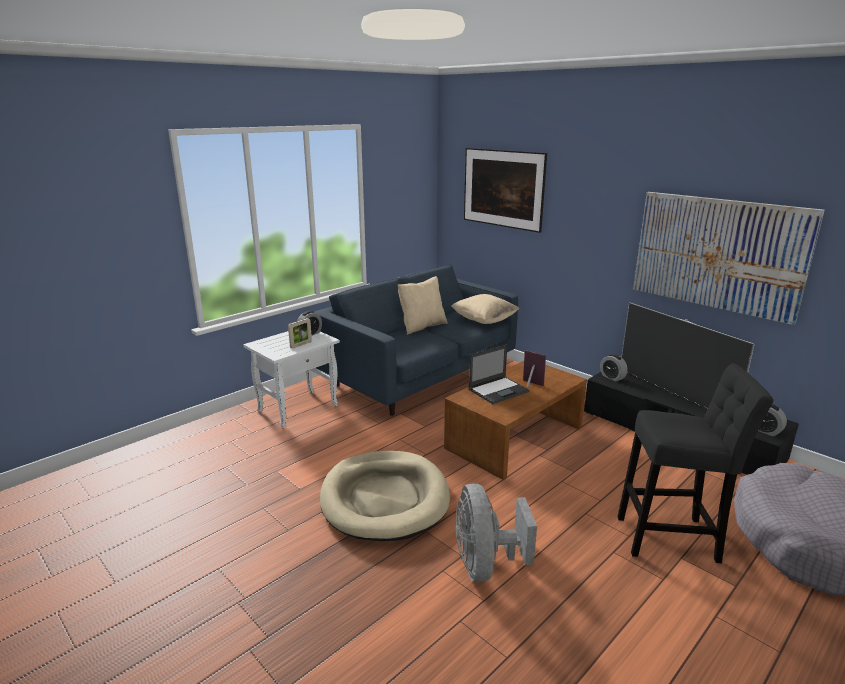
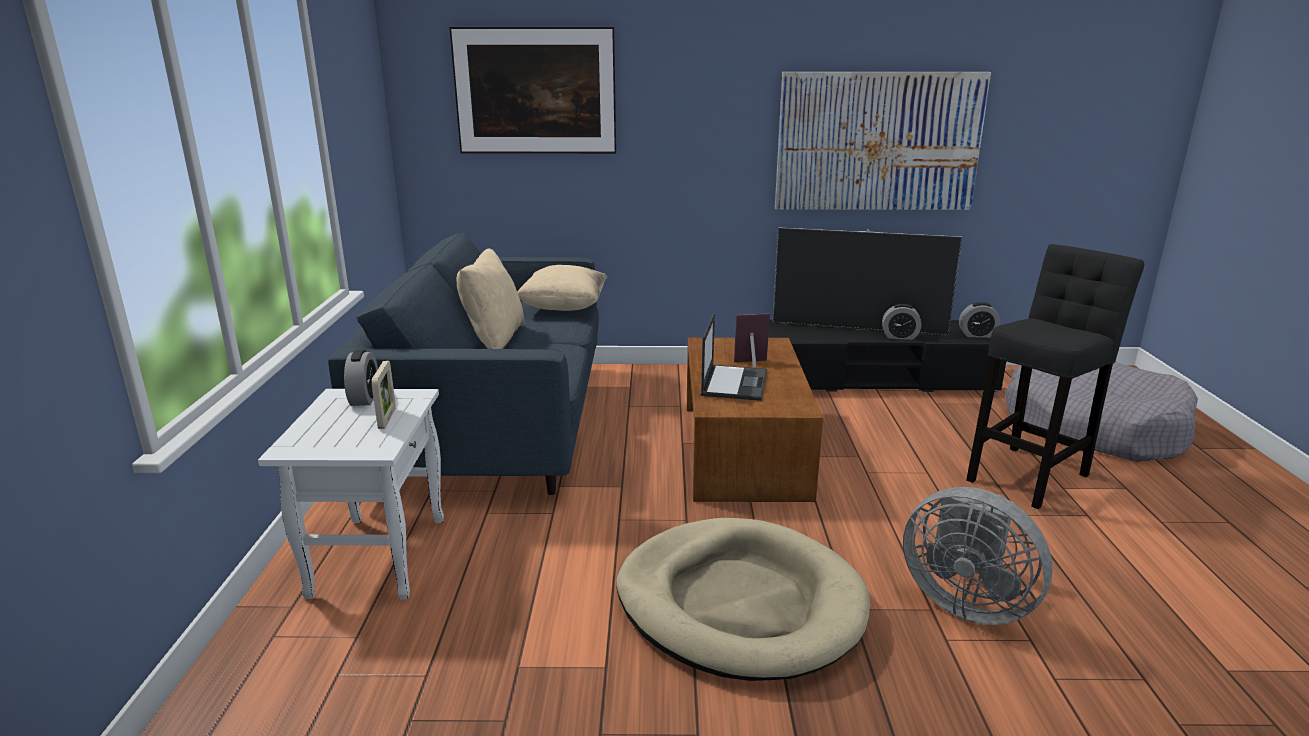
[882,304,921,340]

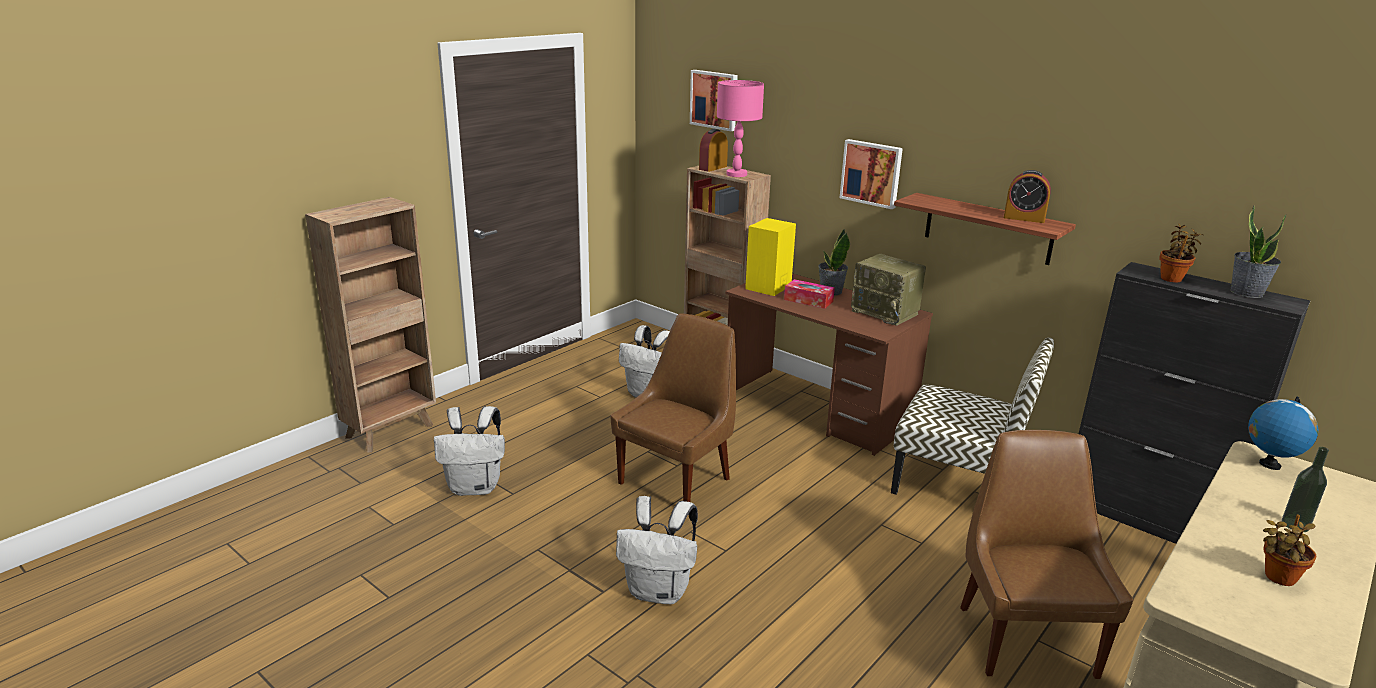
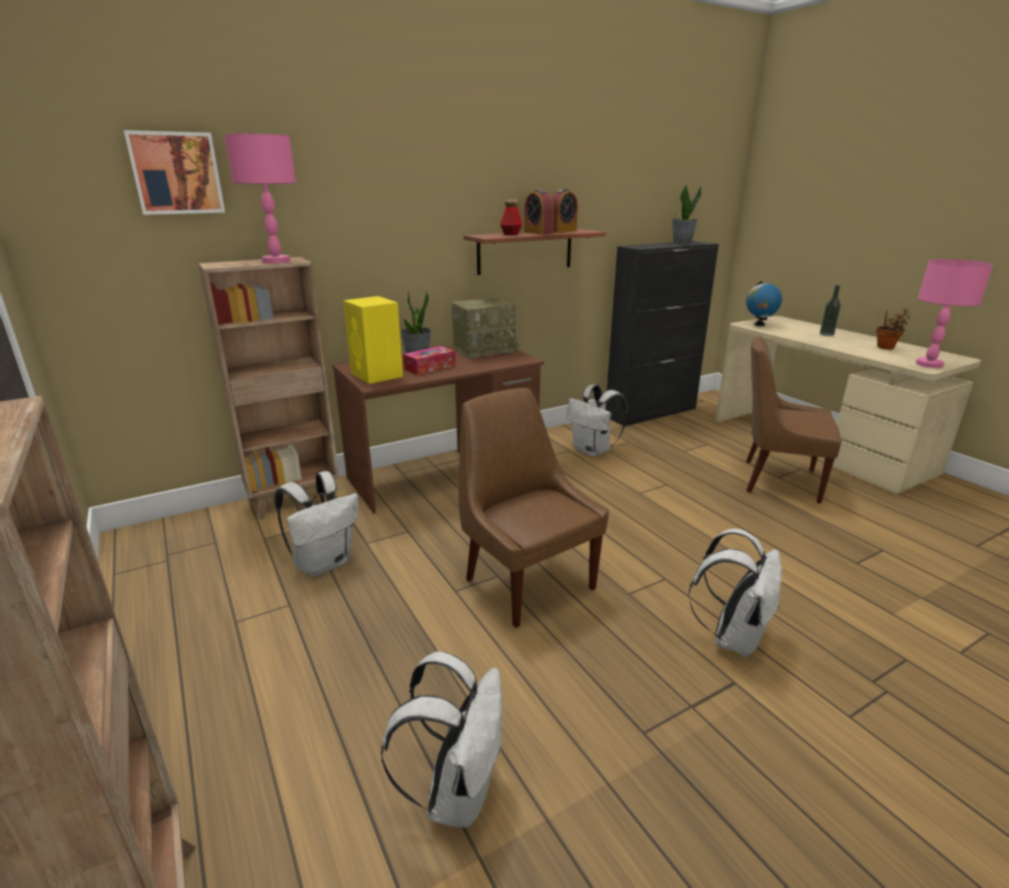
[500,199,523,235]
[524,189,554,235]
[567,384,627,457]
[916,259,993,368]
[840,139,903,209] (first image)
[1159,223,1203,282] (first image)

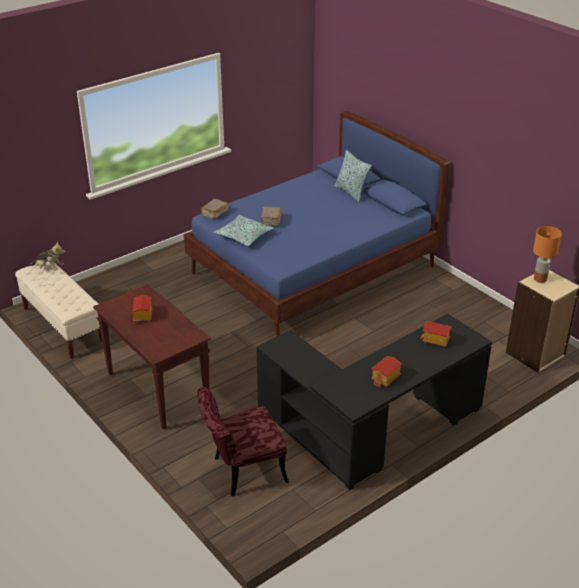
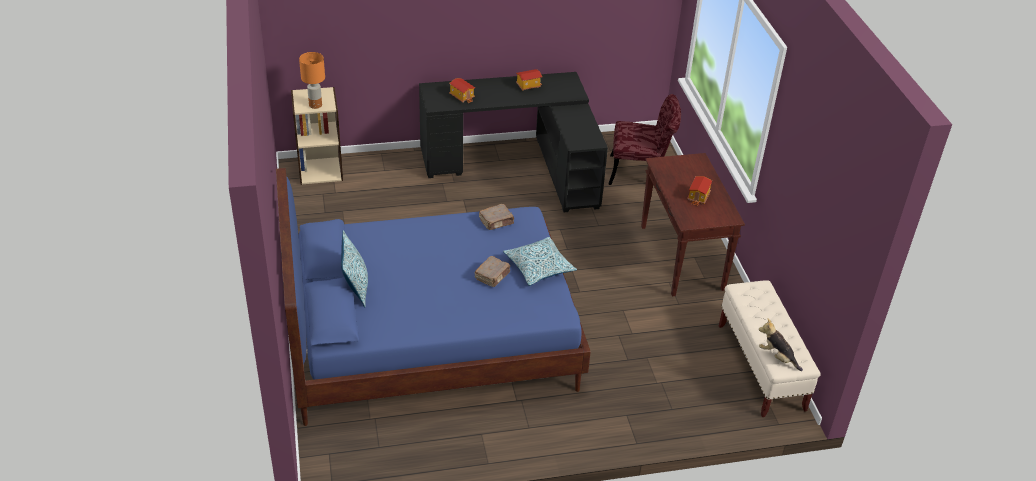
[479,204,515,230]

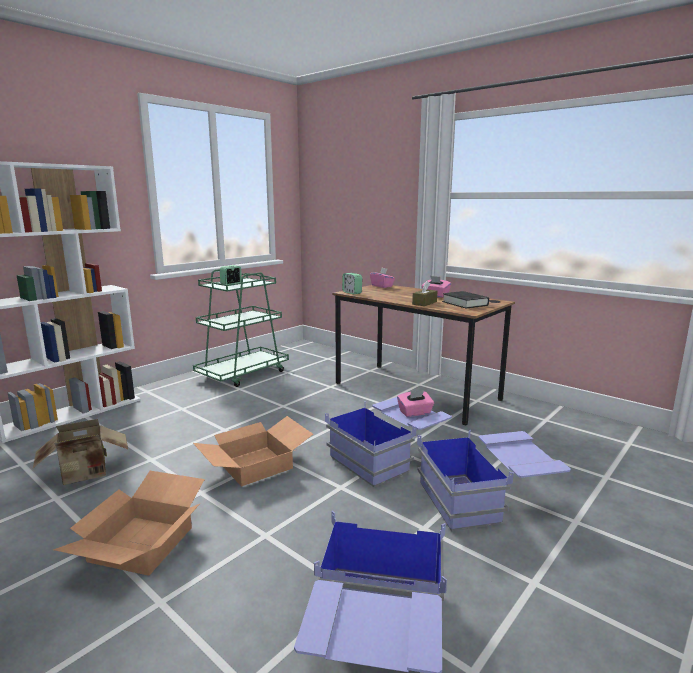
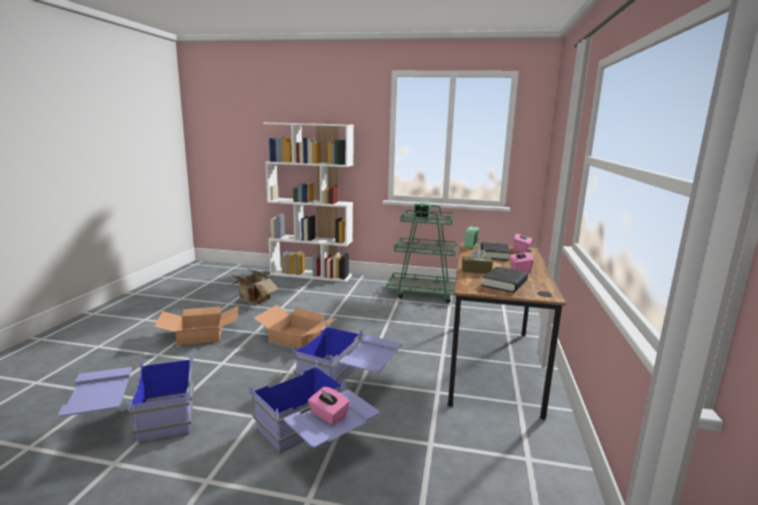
[308,387,350,425]
[480,242,510,260]

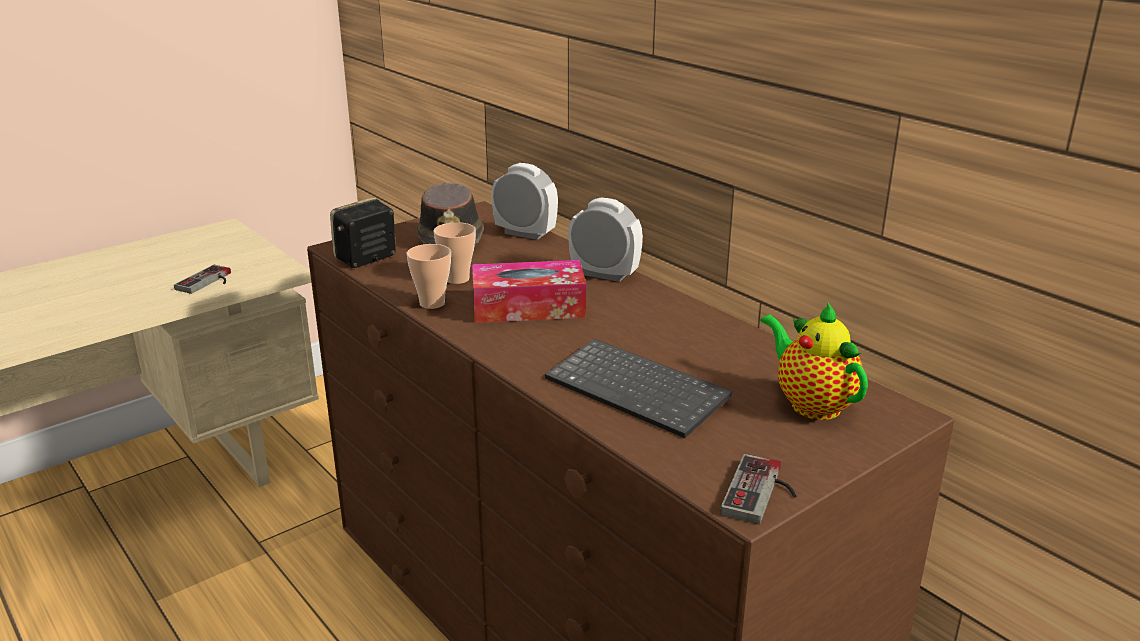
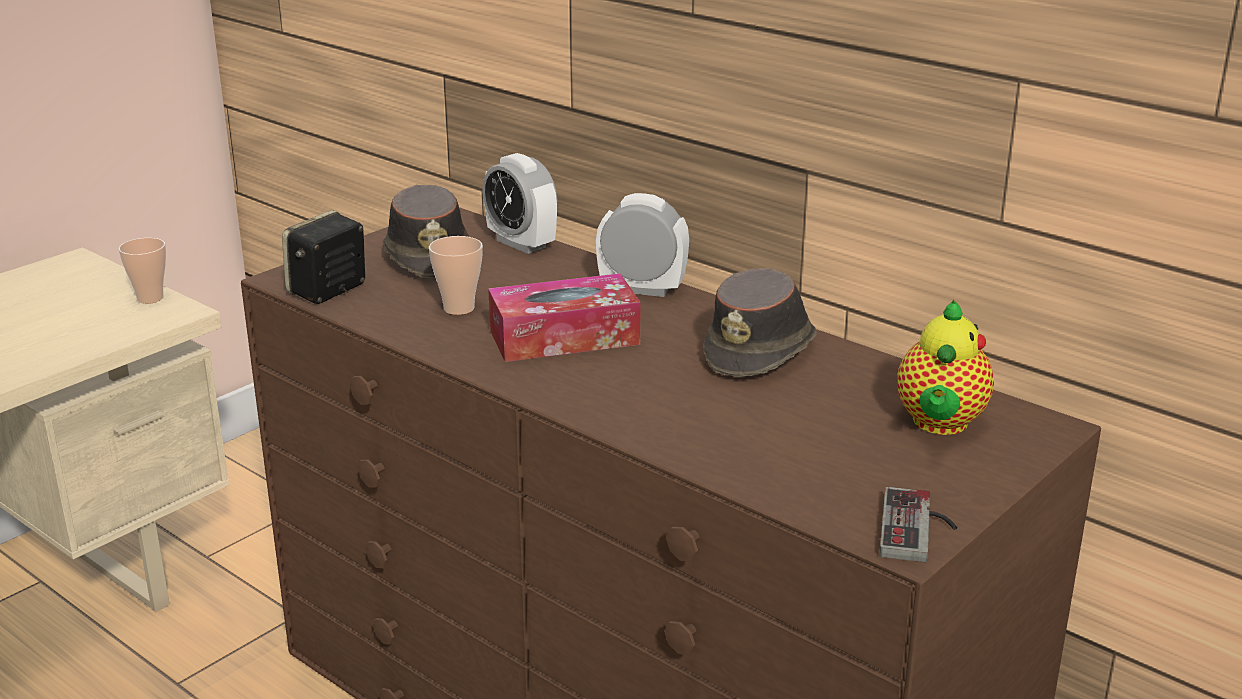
[118,238,166,304]
[482,153,557,254]
[703,268,817,377]
[897,300,994,435]
[174,265,231,294] (first image)
[545,339,732,438] (first image)

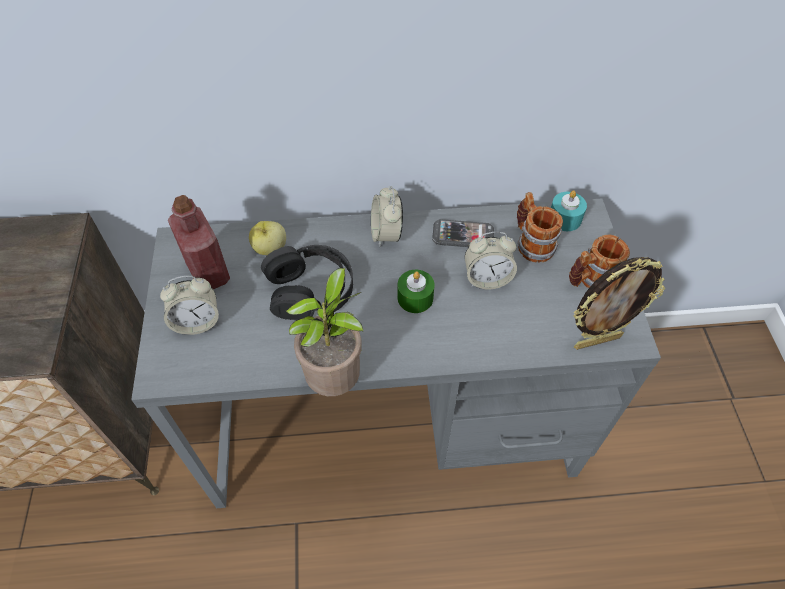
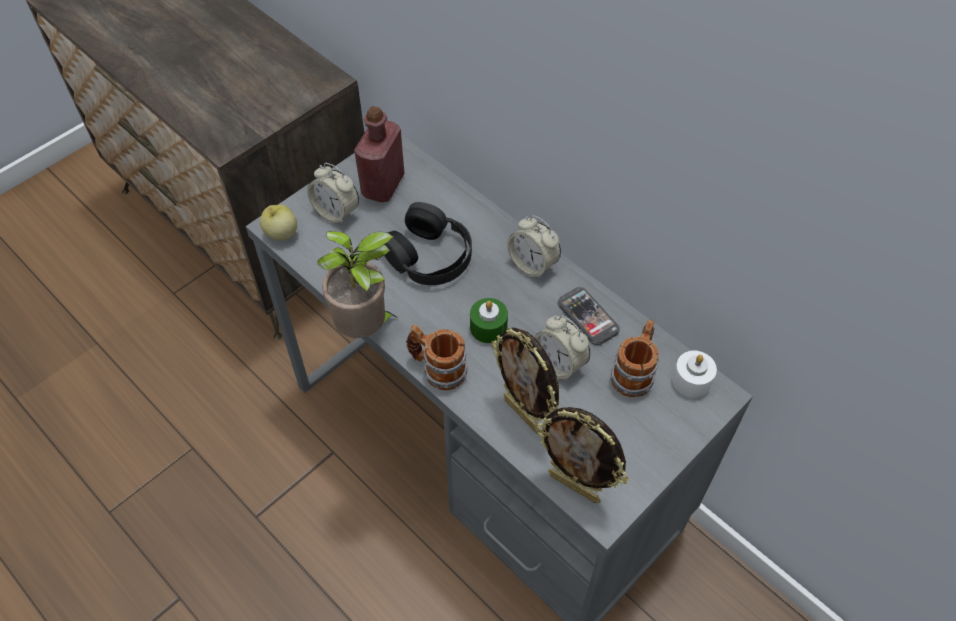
[260,205,297,241]
[406,325,467,390]
[491,327,559,434]
[507,215,561,279]
[672,351,717,398]

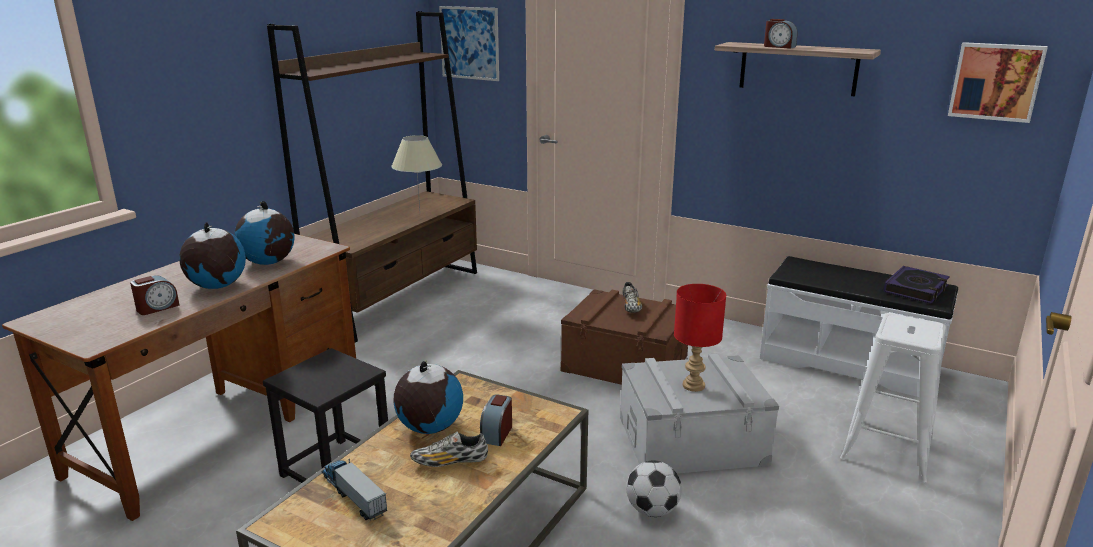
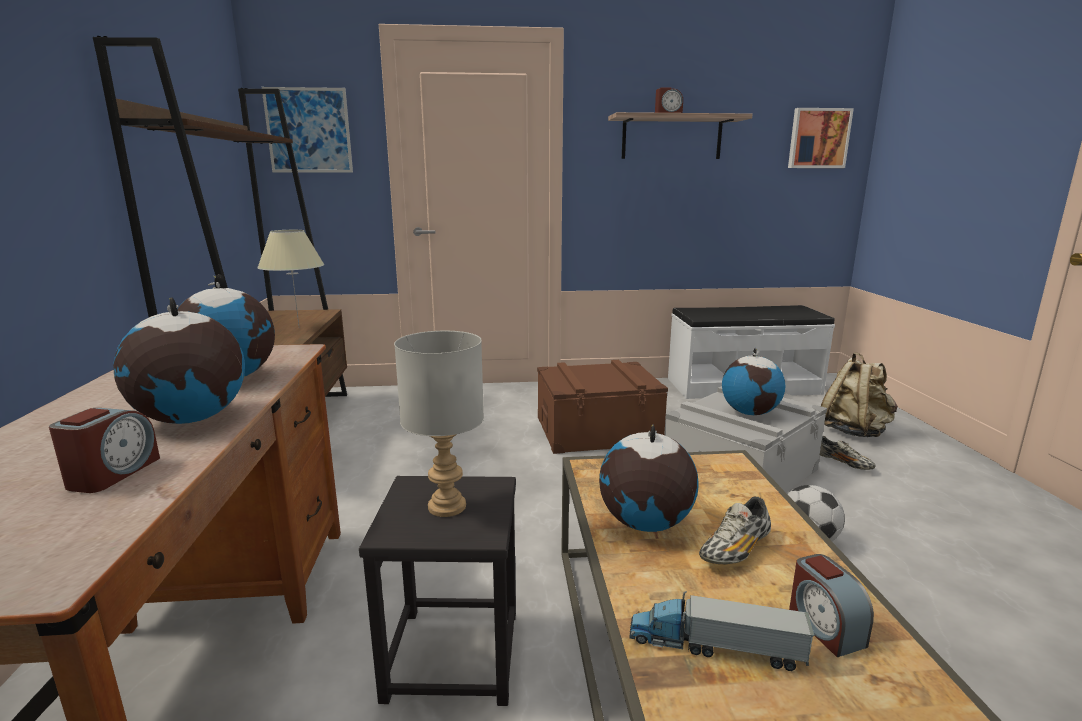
[394,331,484,517]
[722,347,785,415]
[789,554,874,657]
[820,436,876,470]
[821,352,897,437]
[883,266,950,304] (first image)

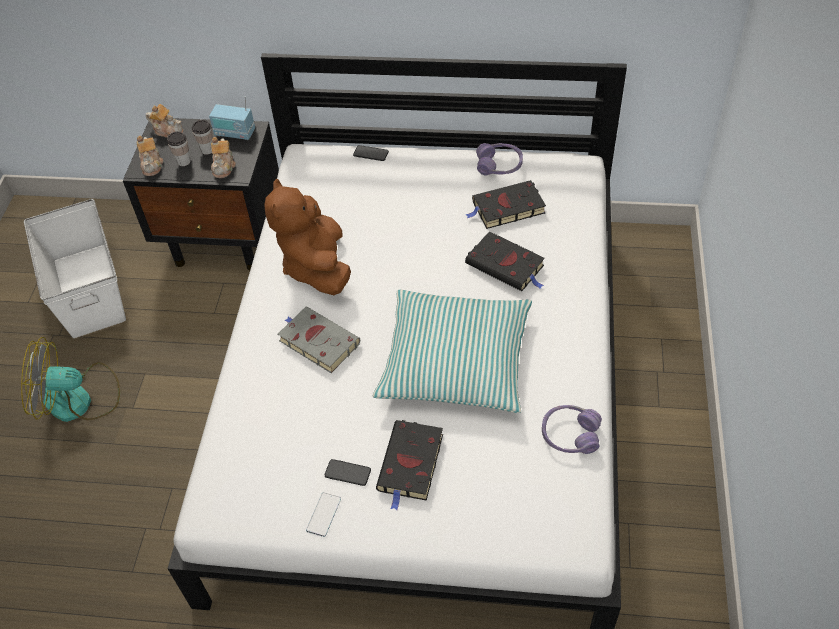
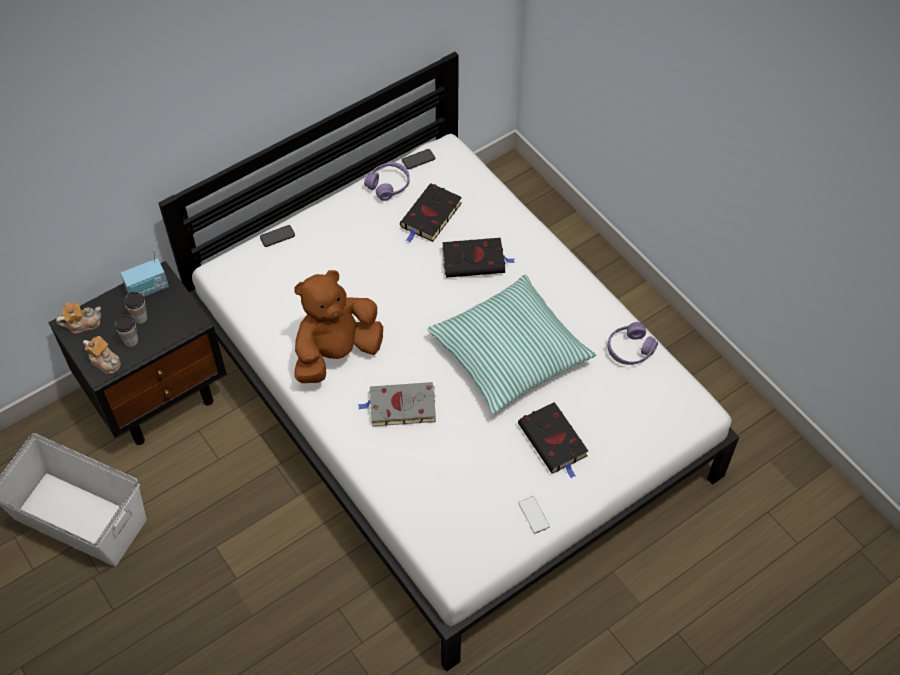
[294,270,383,383]
[402,149,435,169]
[21,337,120,422] (first image)
[211,137,236,178] (first image)

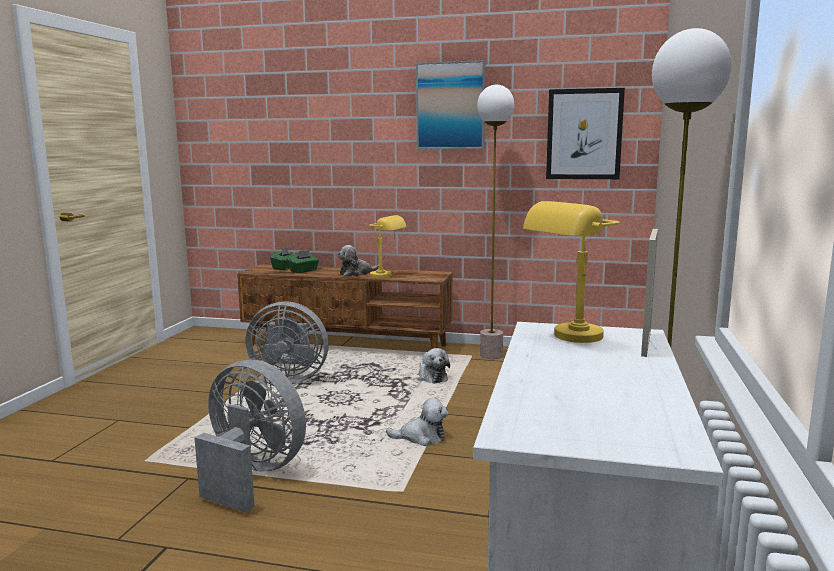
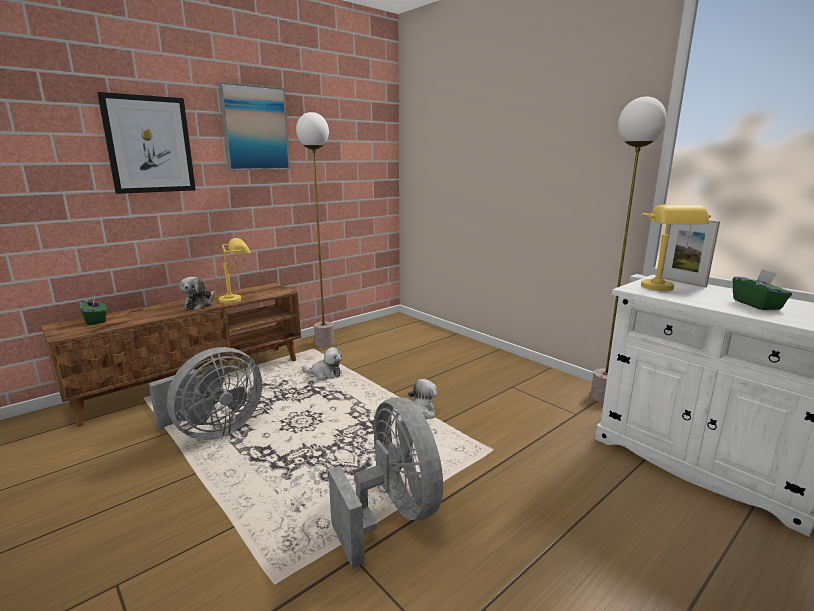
[97,92,196,194]
[328,397,443,569]
[733,269,792,310]

